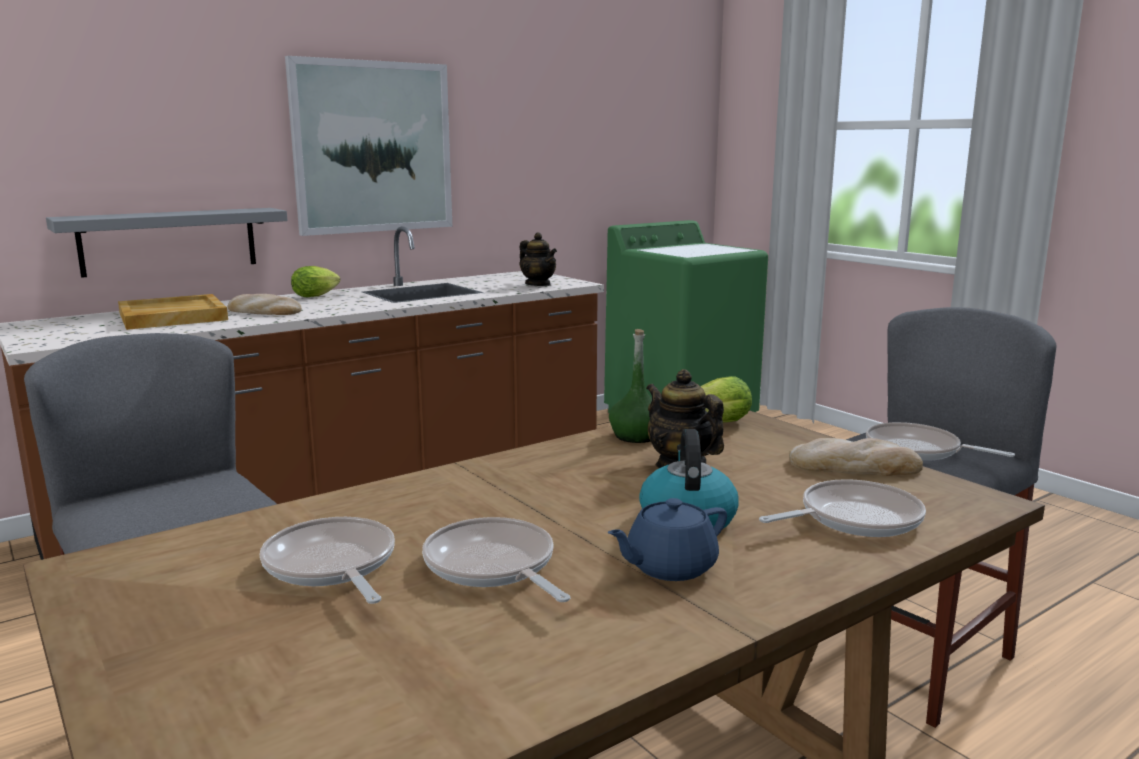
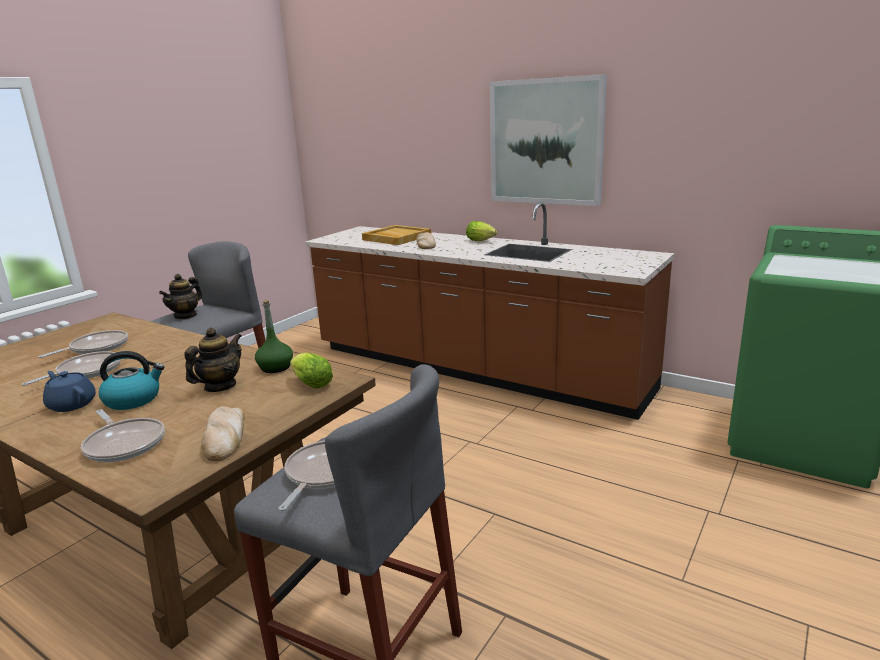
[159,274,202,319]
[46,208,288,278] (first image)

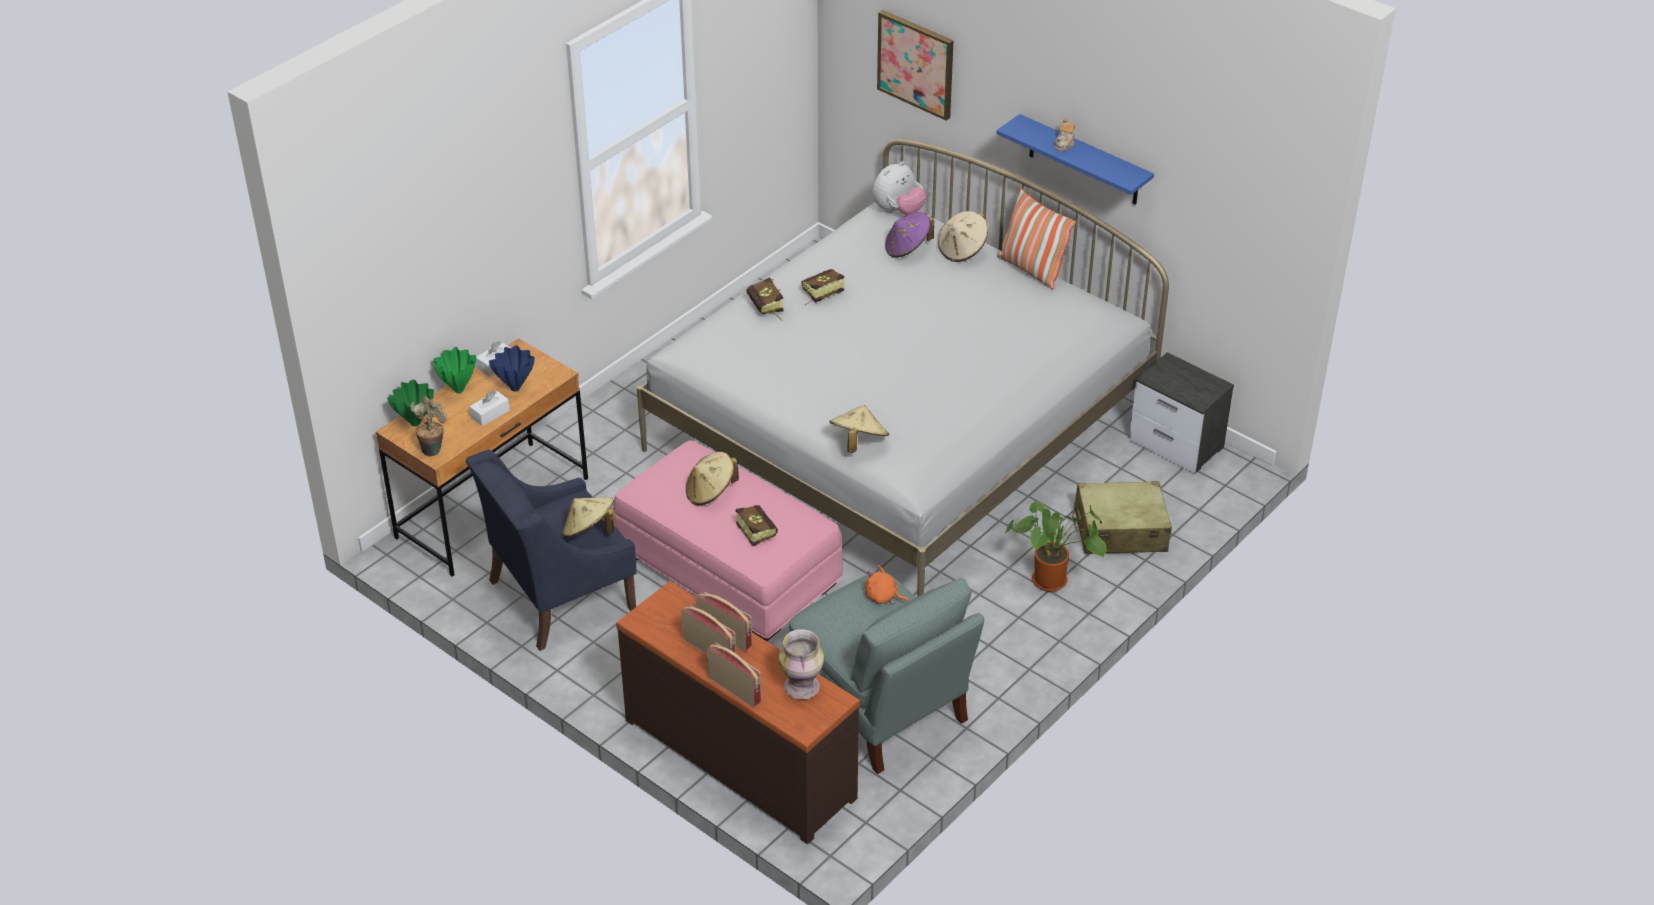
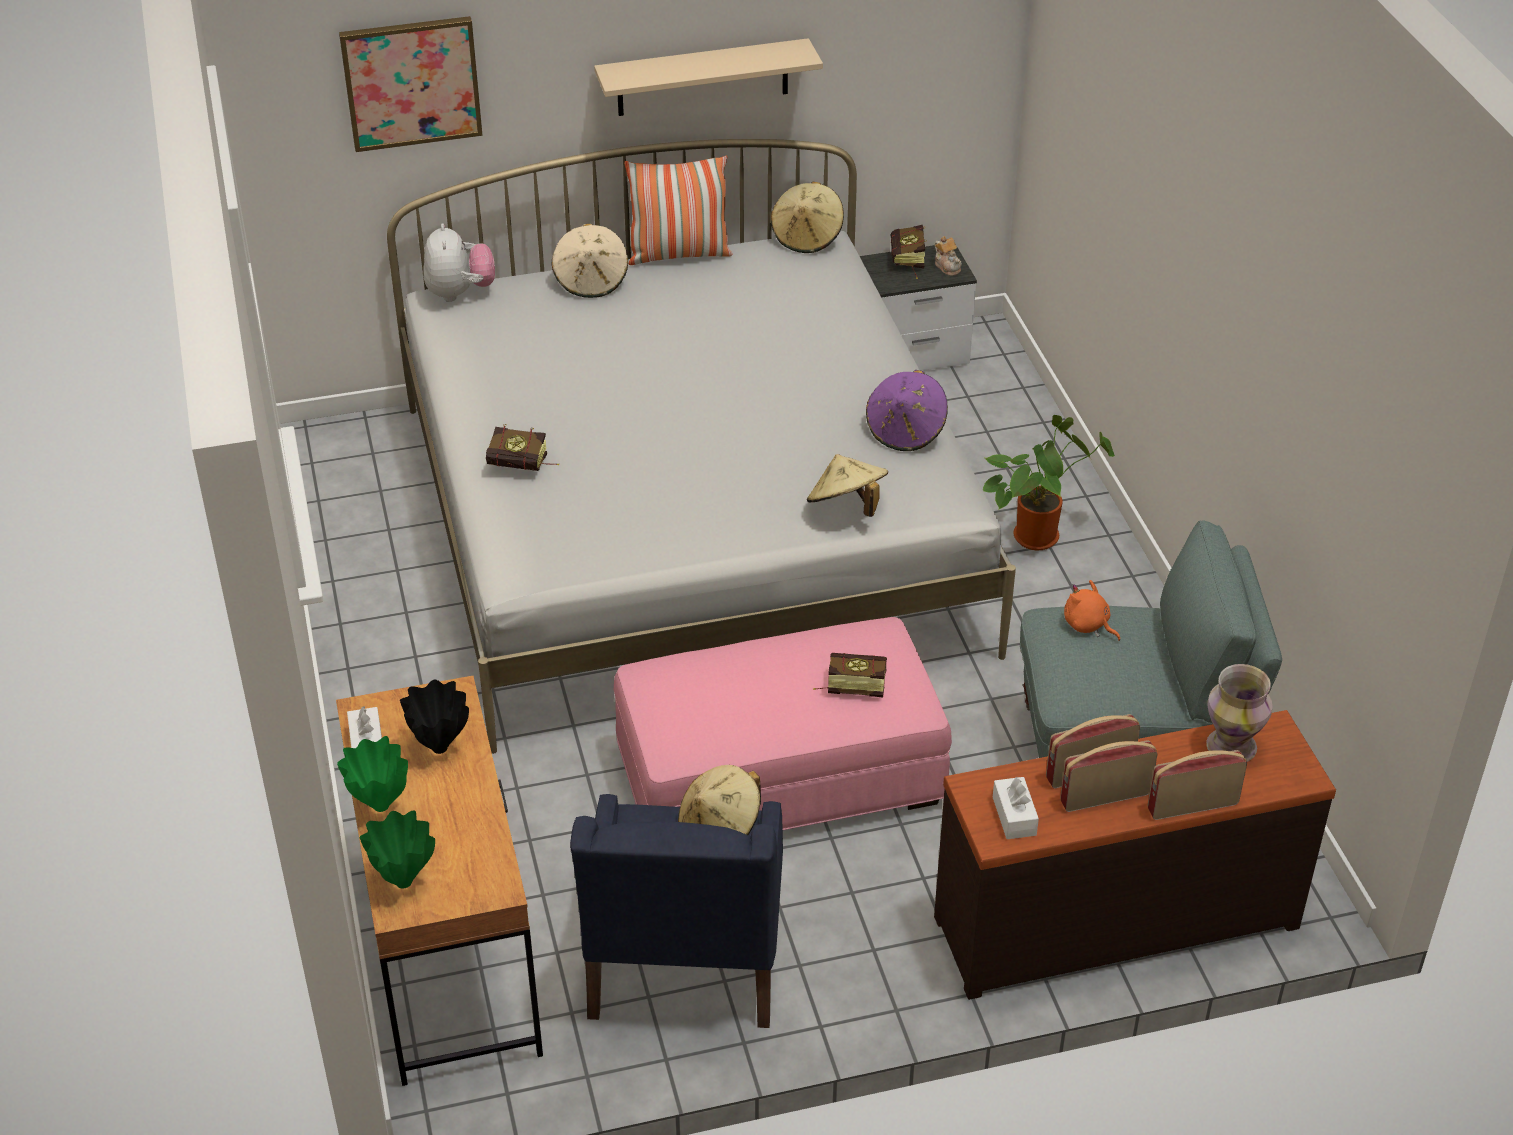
[400,680,469,754]
[594,38,823,116]
[771,182,844,253]
[866,370,948,451]
[890,225,927,279]
[935,236,962,276]
[993,777,1039,839]
[1064,580,1120,641]
[410,396,447,457] (first image)
[1072,481,1172,554] (first image)

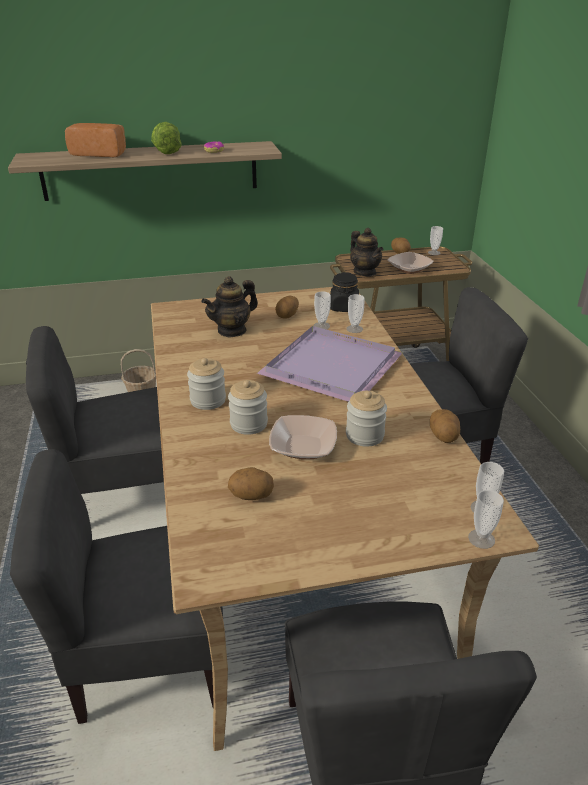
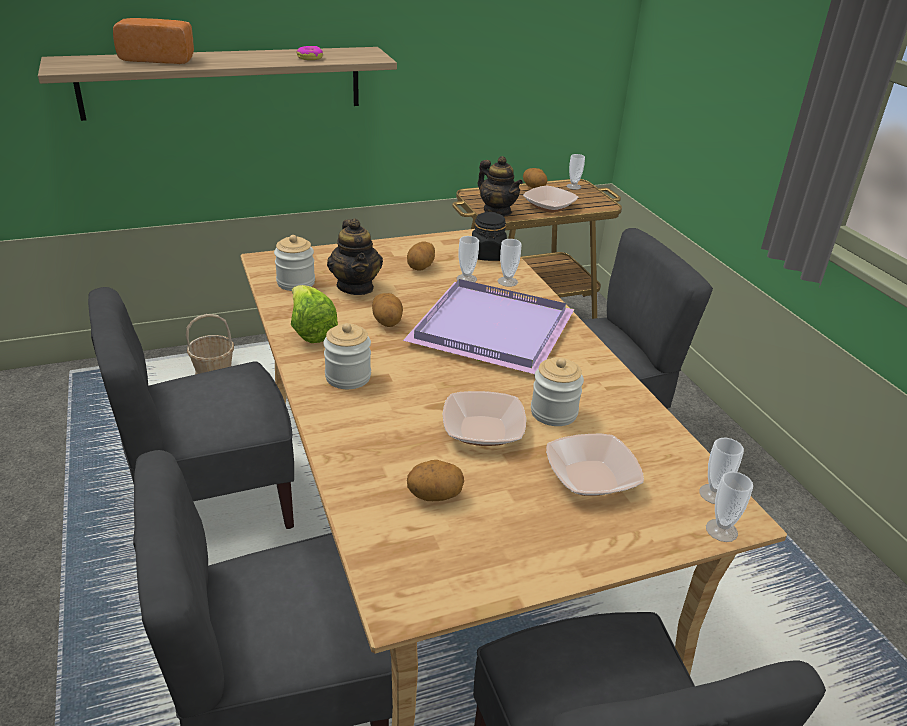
[274,235,315,291]
[291,285,338,343]
[327,218,383,295]
[372,293,403,327]
[546,434,644,496]

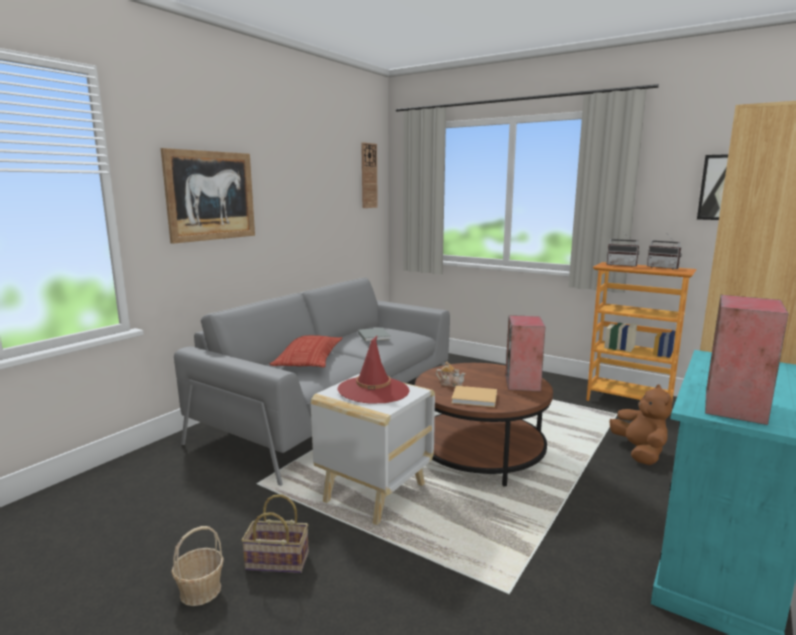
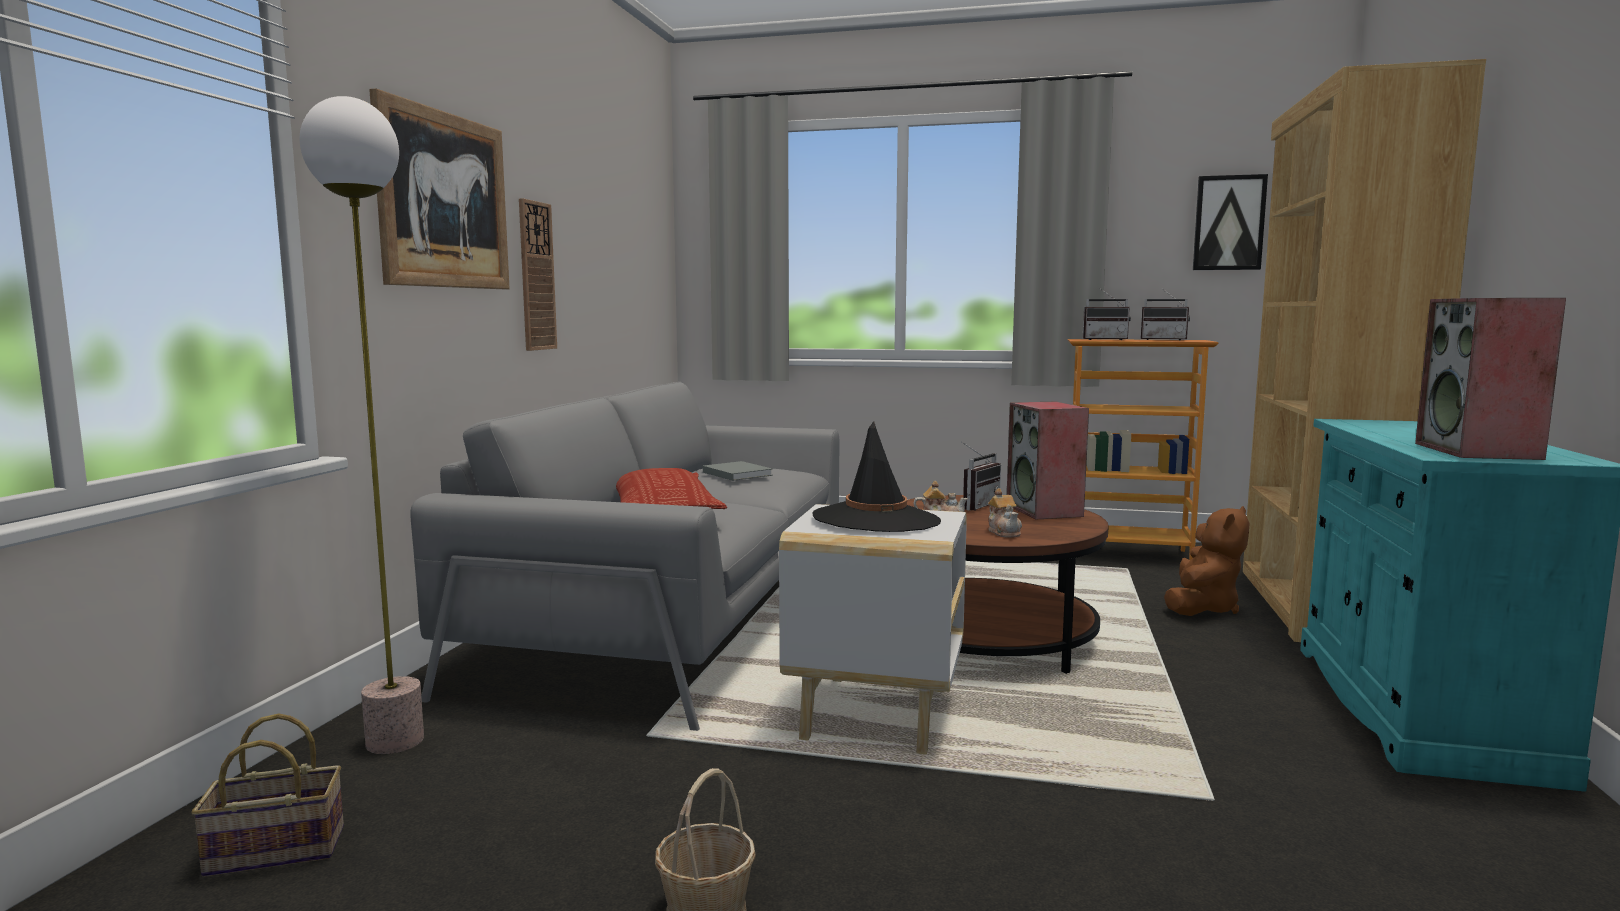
[191,714,344,877]
[300,96,424,754]
[519,198,557,351]
[812,421,941,532]
[961,441,1001,511]
[988,488,1022,538]
[1164,506,1249,616]

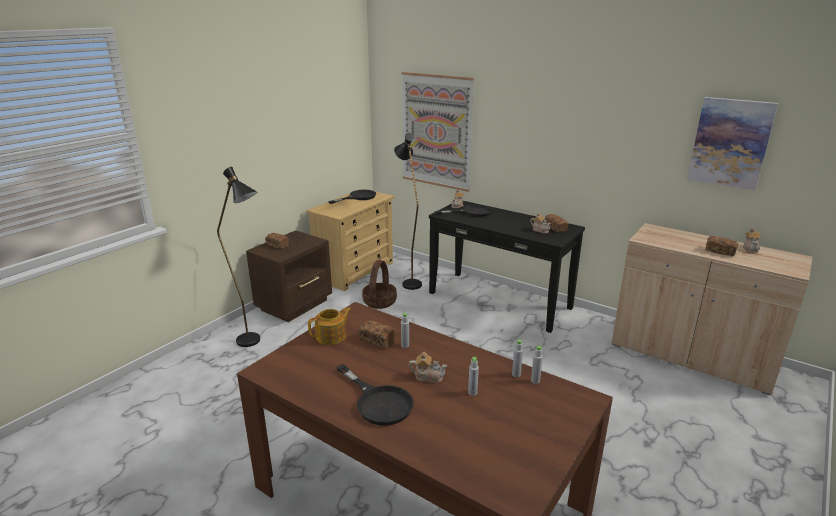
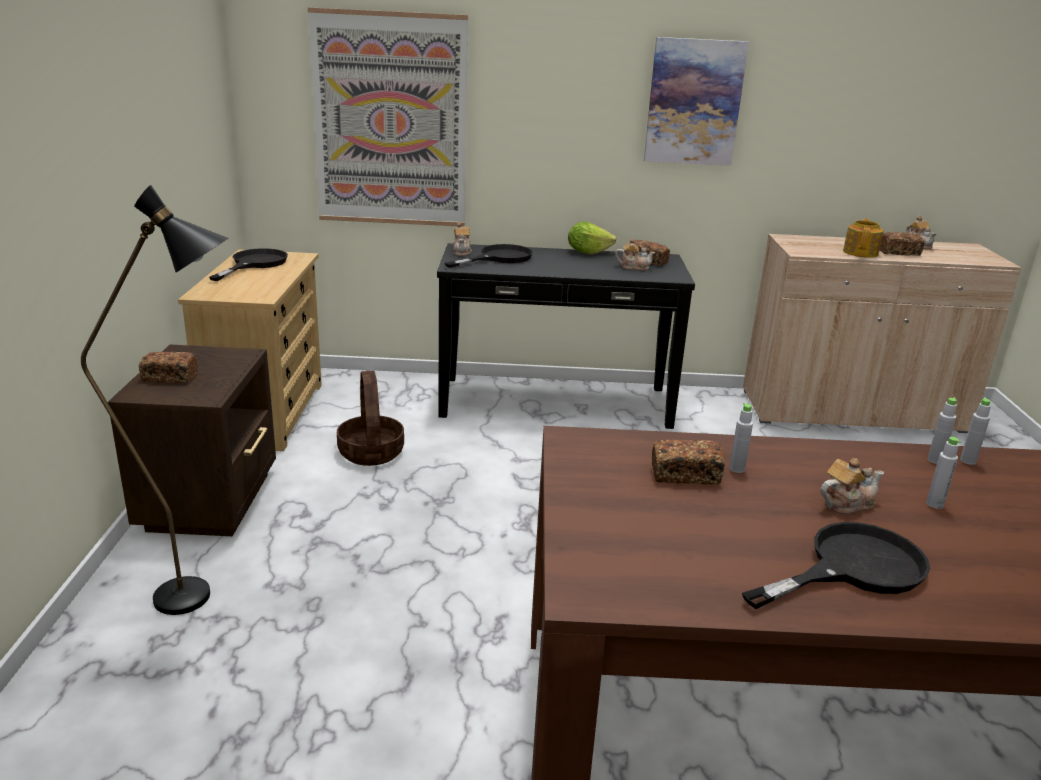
[568,221,616,254]
[644,37,749,166]
[742,522,930,609]
[843,218,884,258]
[394,133,422,290] (first image)

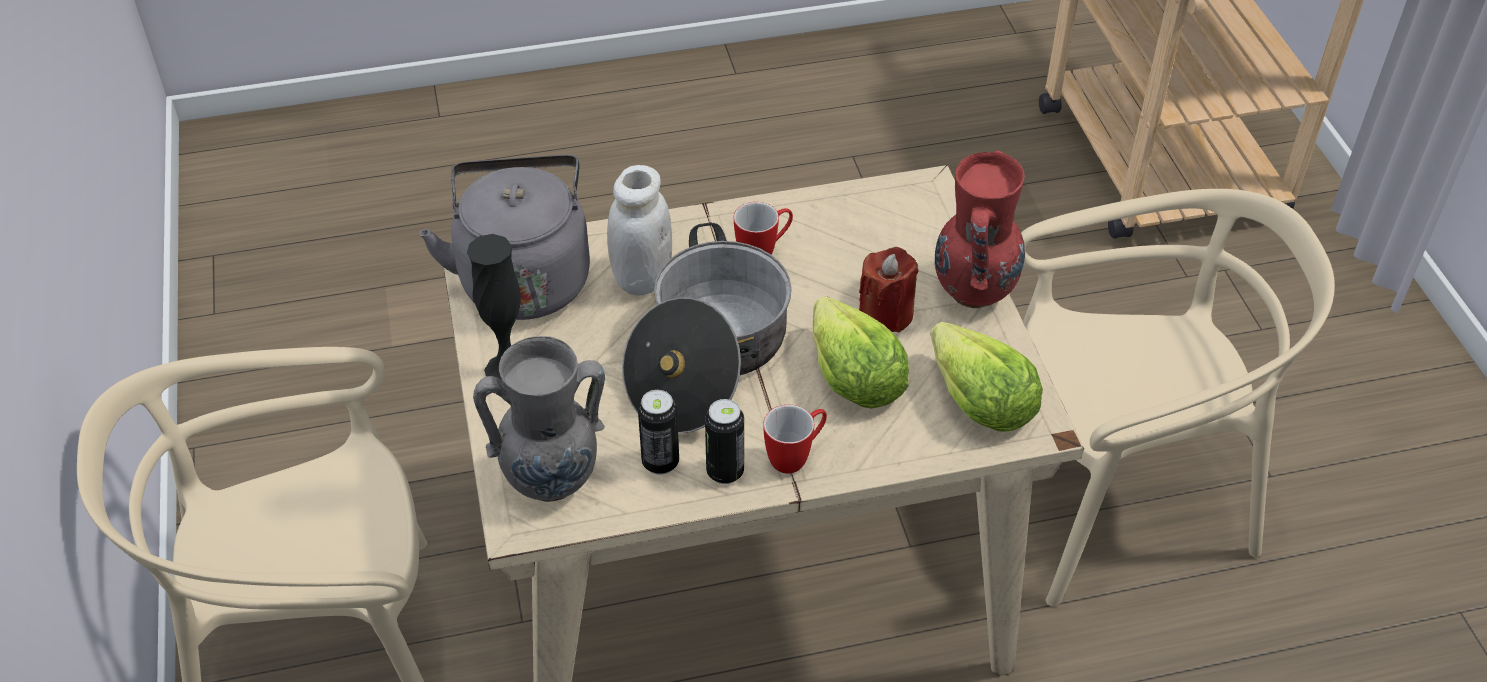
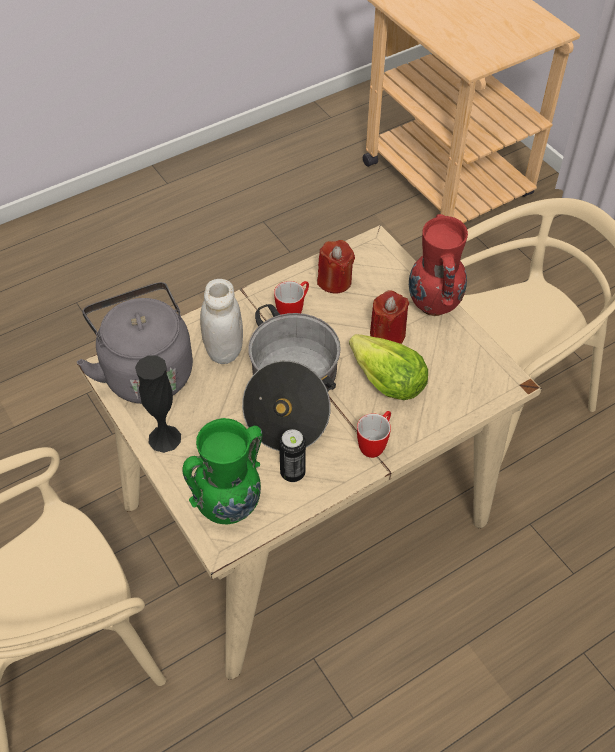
[182,418,263,524]
[317,240,355,294]
[705,399,744,484] (first image)
[930,322,1043,432] (first image)

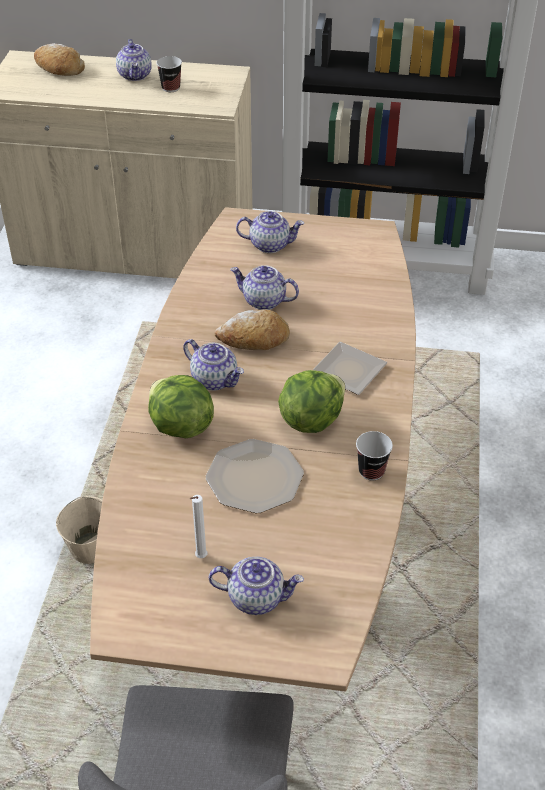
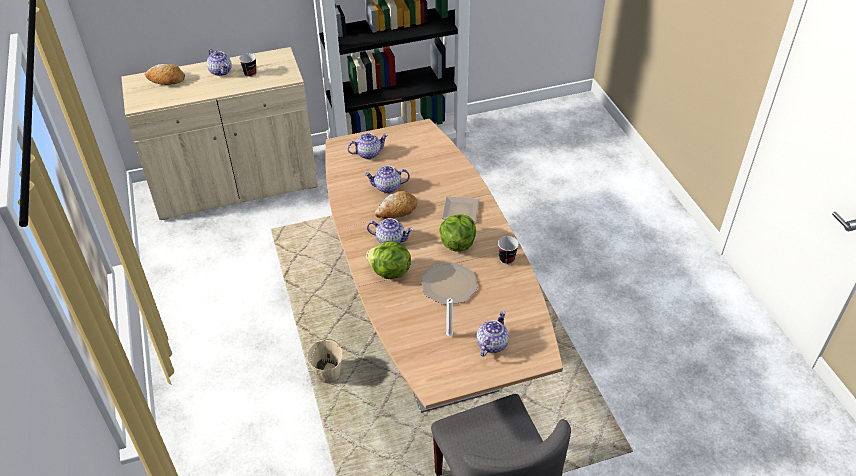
[477,311,509,357]

